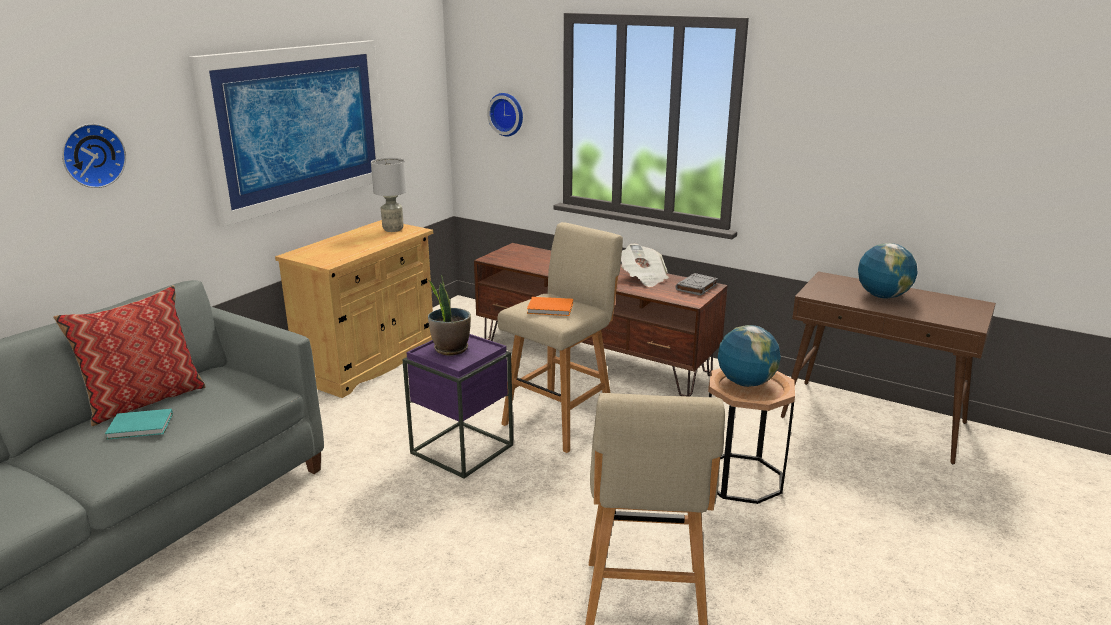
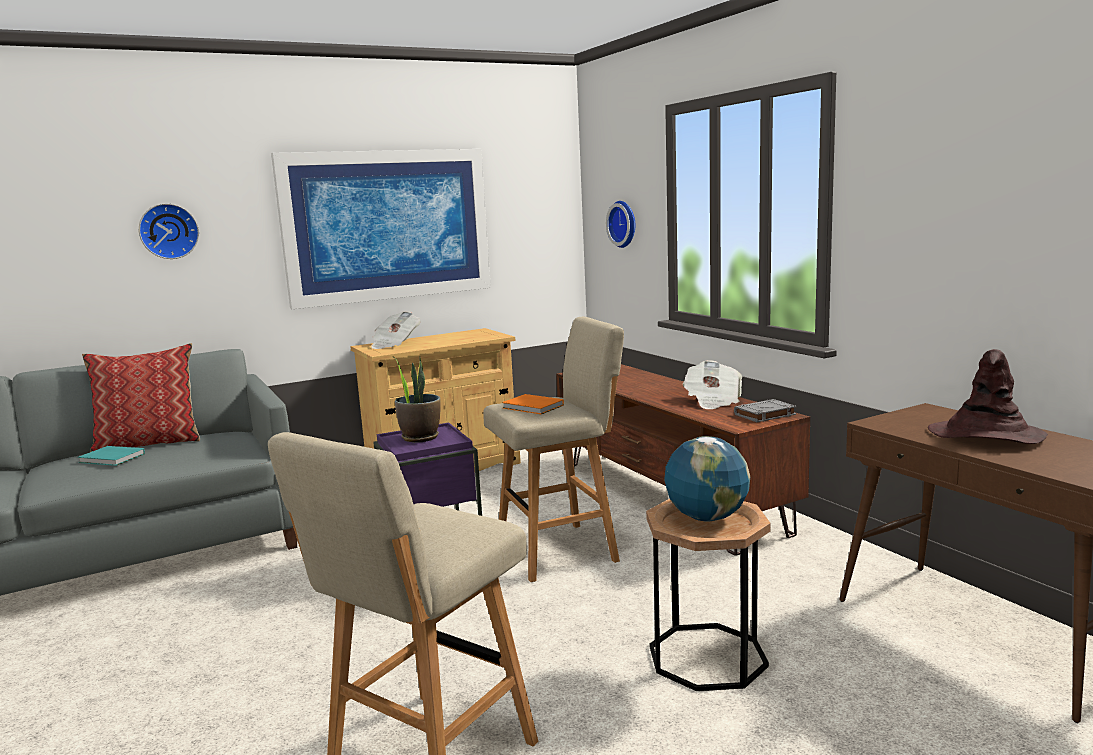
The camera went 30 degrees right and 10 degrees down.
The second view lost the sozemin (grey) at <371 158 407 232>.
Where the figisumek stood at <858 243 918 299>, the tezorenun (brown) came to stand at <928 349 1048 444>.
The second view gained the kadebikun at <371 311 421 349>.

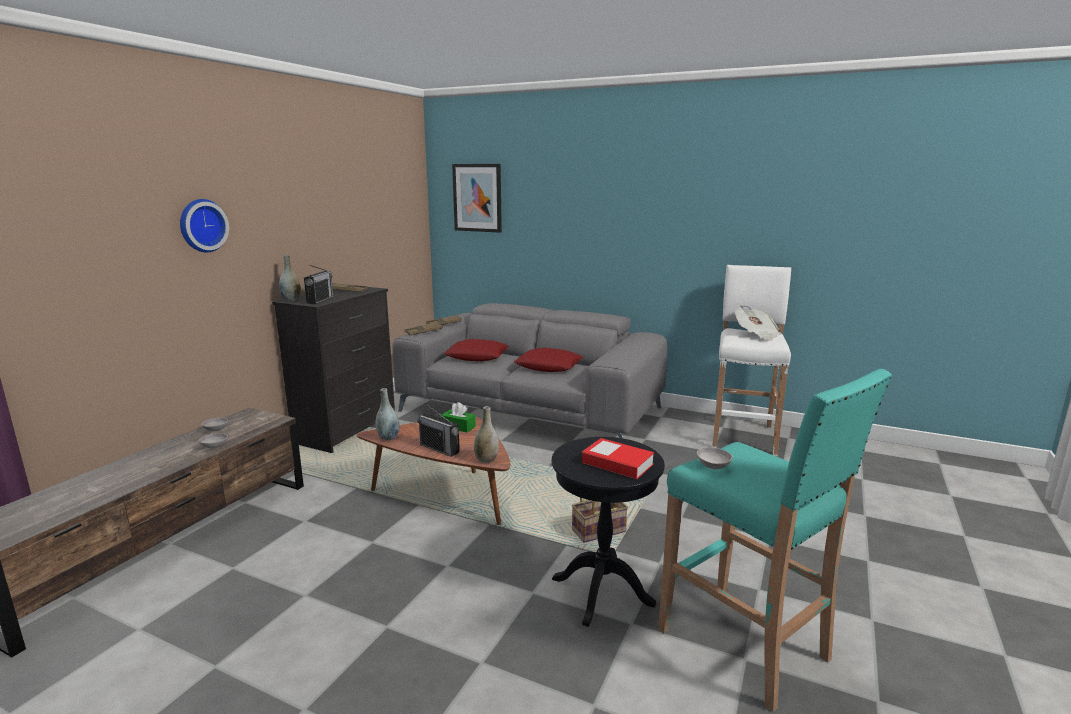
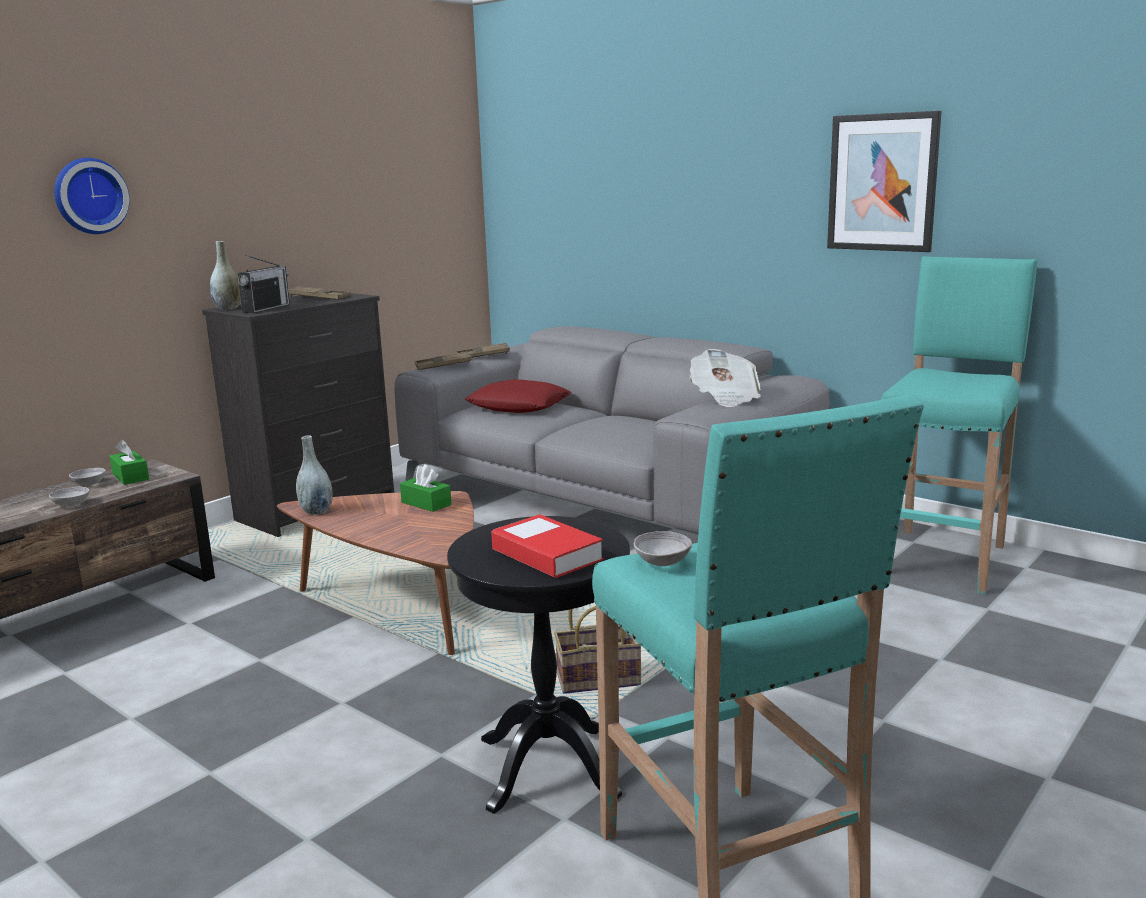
The camera went 15 degrees right and 0 degrees up.
The second view lost the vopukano at <417 403 460 457>.
The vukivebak ended up elsewhere, having gone from <452 164 502 233> to <827 111 942 252>.
The second view lost the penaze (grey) at <474 406 499 463>.
The second view lost the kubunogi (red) at <514 348 584 372>.
What was the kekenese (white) at <712 265 791 456> turned into the kekenese (turquoise) at <881 256 1038 595>.
The kadebikun ended up elsewhere, having gone from <734 305 781 341> to <689 349 761 407>.
The second view gained the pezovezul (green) at <109 440 149 485>.

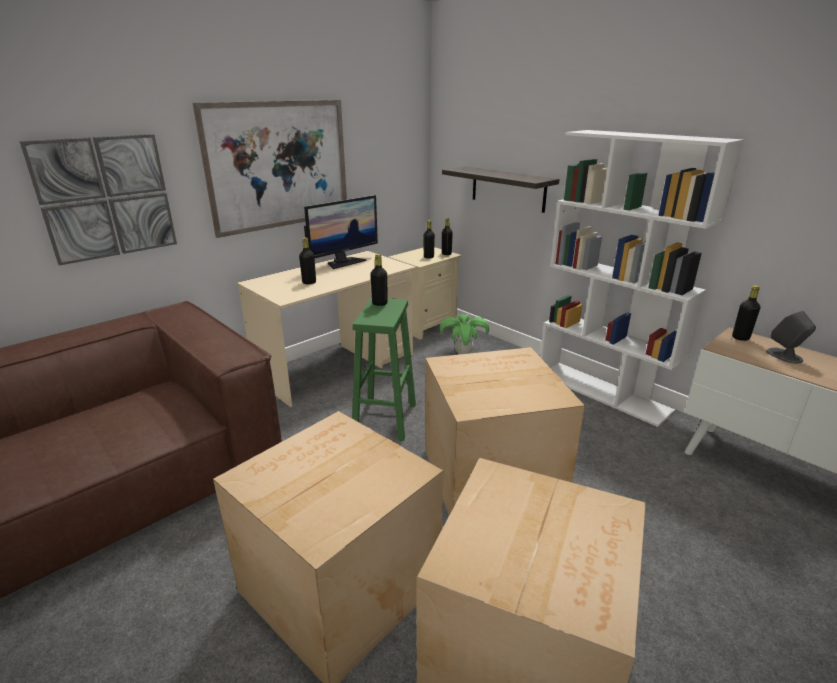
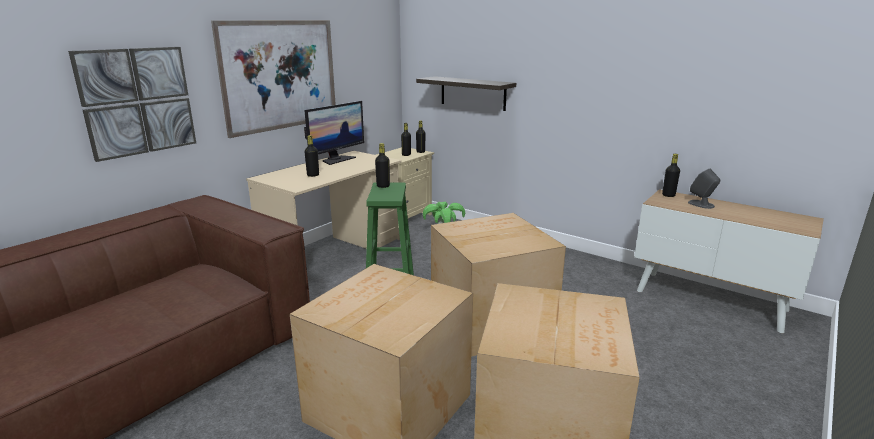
The camera went 10 degrees left and 5 degrees down.
The second view lost the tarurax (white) at <540 130 744 427>.

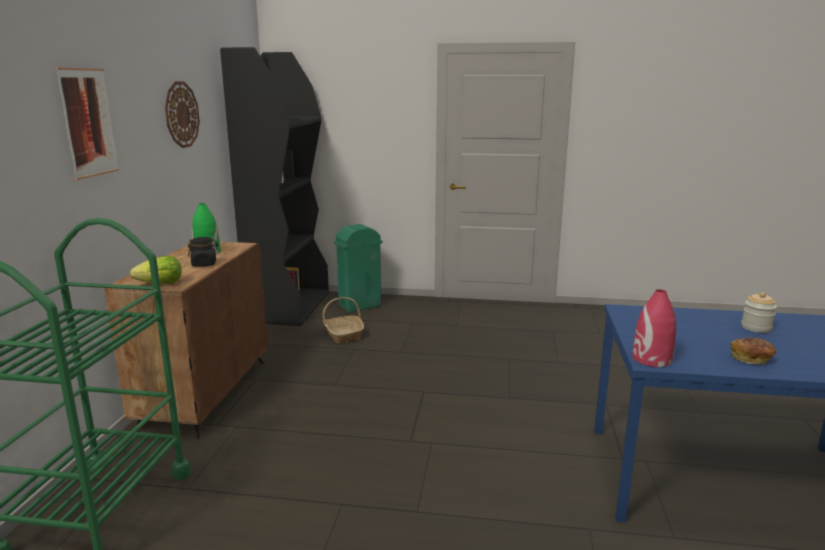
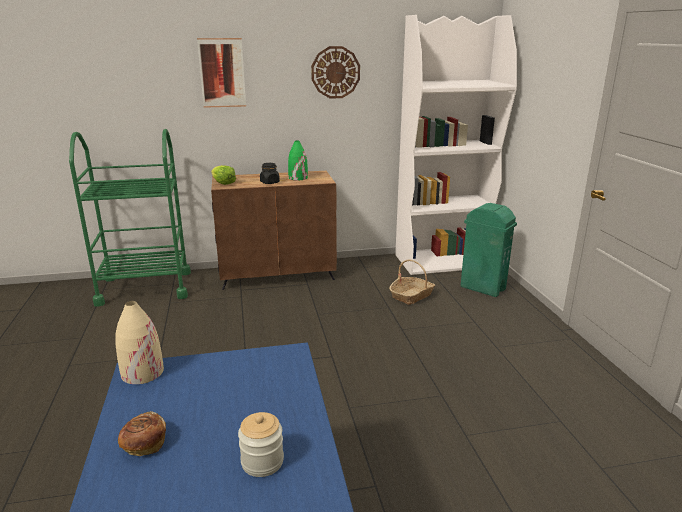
The camera went 70 degrees right and 5 degrees up.
What was the tarurax (black) at <220 47 329 326> turned into the tarurax (white) at <395 15 517 275>.
What was the penaze (red) at <632 289 676 367> turned into the penaze (beige) at <115 301 164 384>.

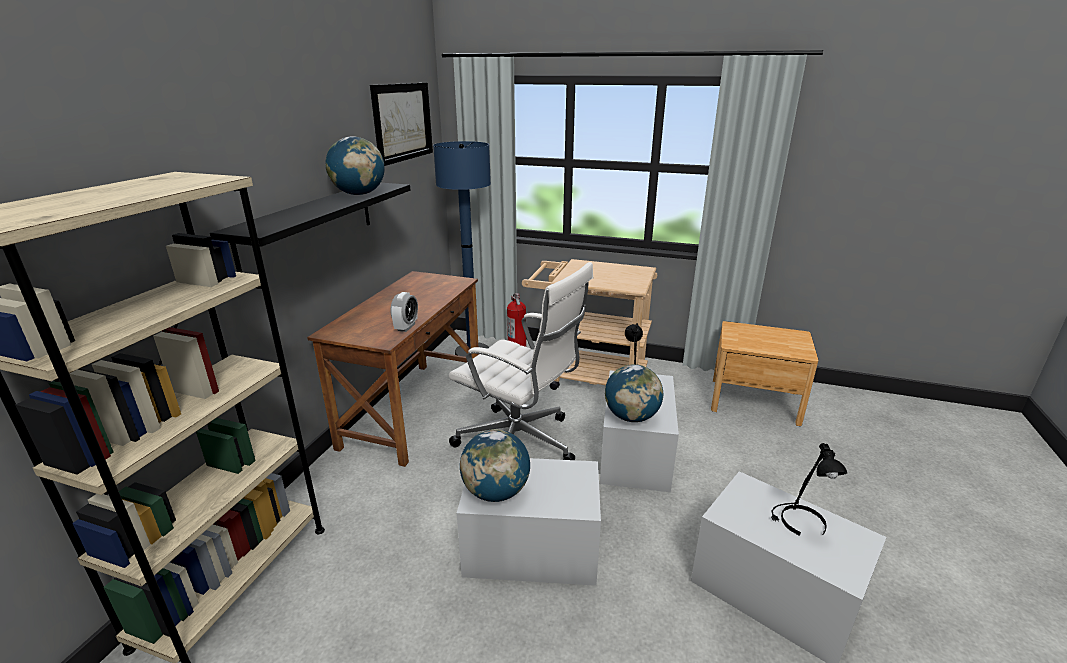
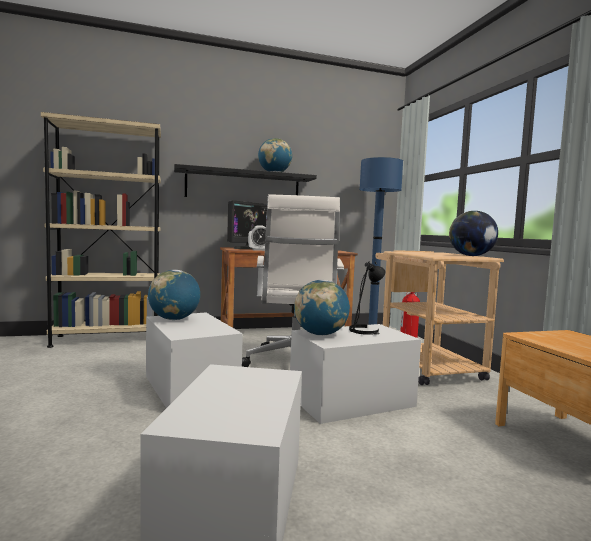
The camera went 55 degrees right and 20 degrees down.
The second view lost the vukivebak at <370 83 433 166>.
The second view lost the sozemin (black) at <771 443 847 536>.
The second view gained the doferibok at <227 200 267 249>.
The second view gained the figisumek at <449 211 498 256>.

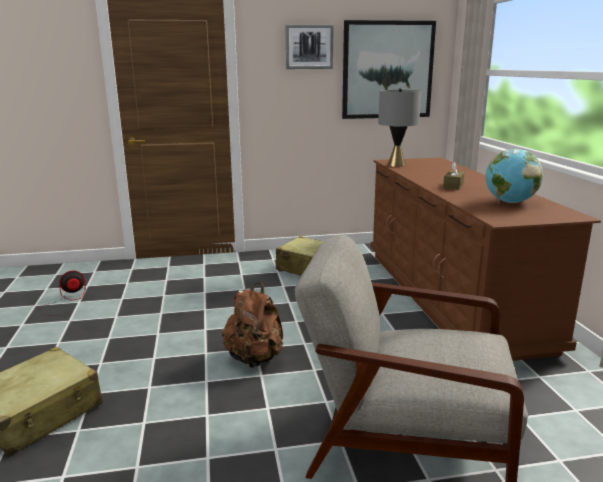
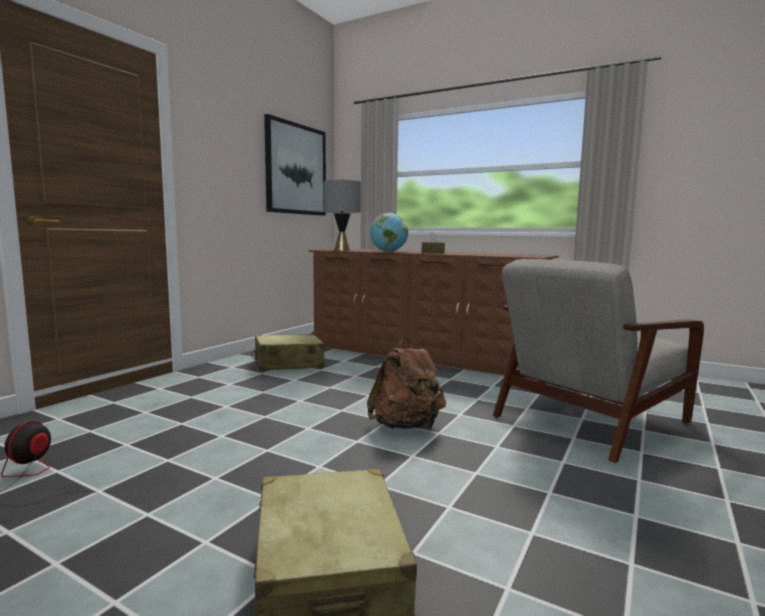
The camera went 50 degrees left and 10 degrees down.
The second view lost the vukivebak at <286 25 334 69>.
The figisumek ended up elsewhere, having gone from <486 149 543 203> to <370 213 408 252>.

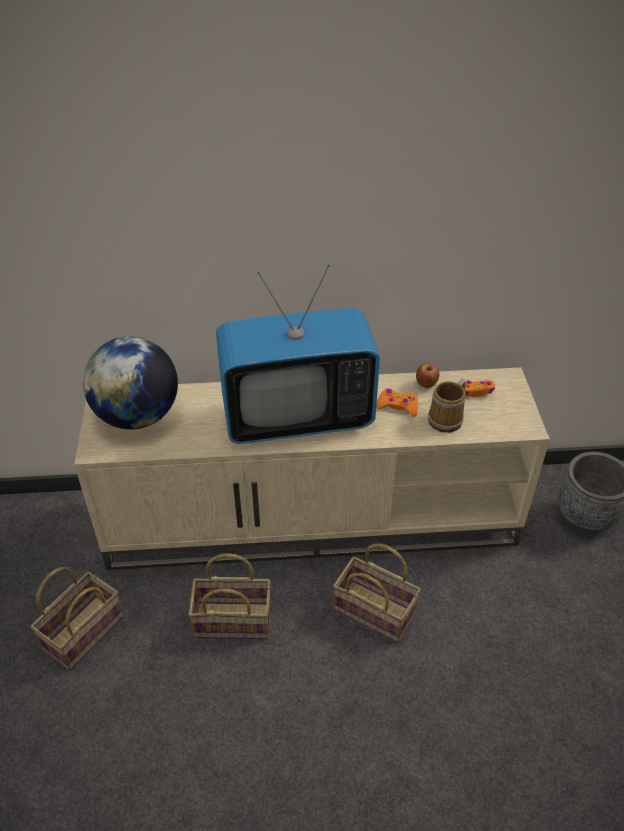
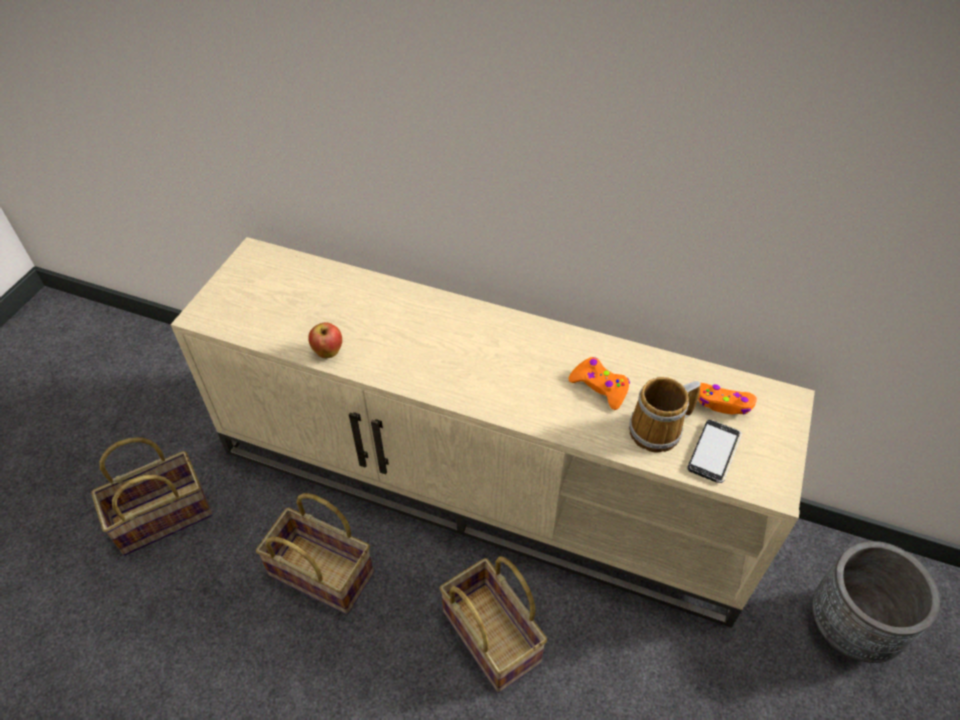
The camera went 25 degrees right and 5 degrees up.
The second view lost the figisumek at <83 337 178 429>.
The second view lost the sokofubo at <216 264 380 444>.
The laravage ended up elsewhere, having gone from <416 363 439 388> to <308 322 342 358>.
The second view gained the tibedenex at <687 420 742 483>.

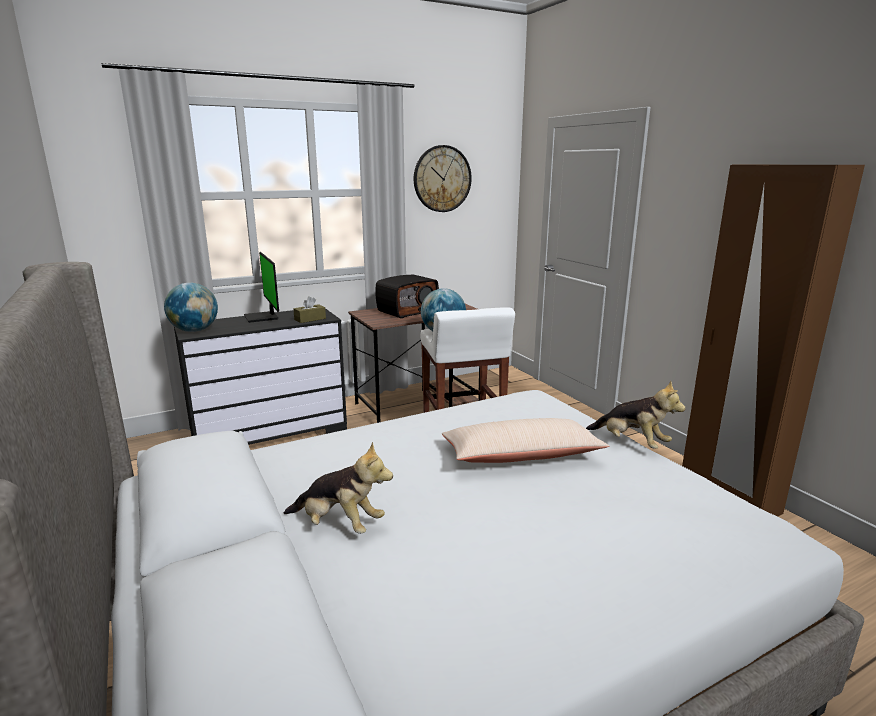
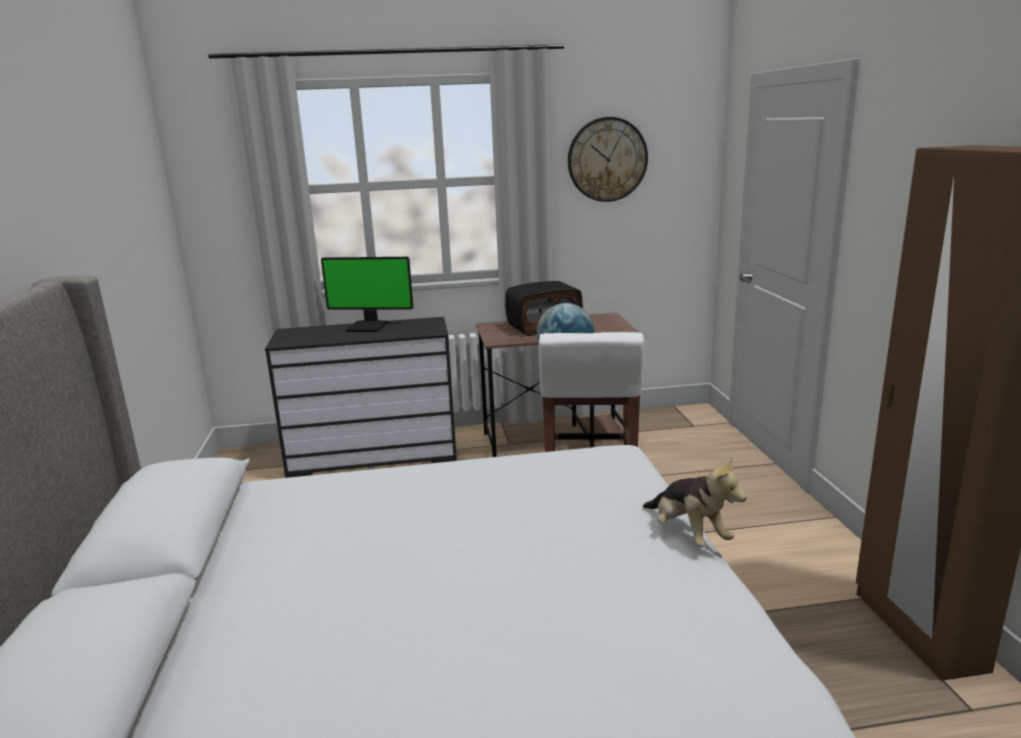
The camera went 20 degrees right and 0 degrees up.
The second view lost the figisumek at <164 283 218 332>.
The doferibok at <244 252 279 323> ended up facing another way, 75 degrees counterclockwise from before.
The second view lost the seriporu at <284 442 393 534>.
The second view lost the pezovezul (brown) at <293 296 326 323>.
The second view lost the kubunogi (beige) at <442 418 609 463>.

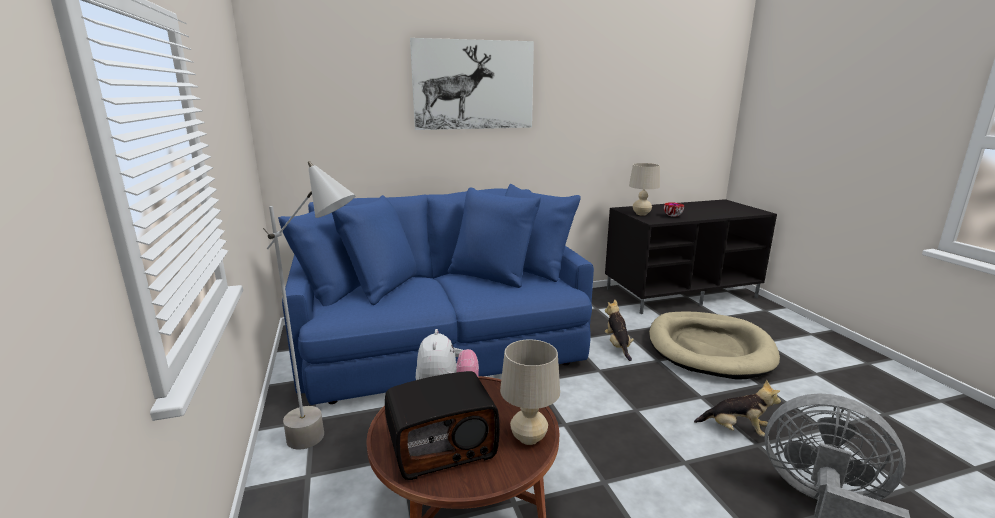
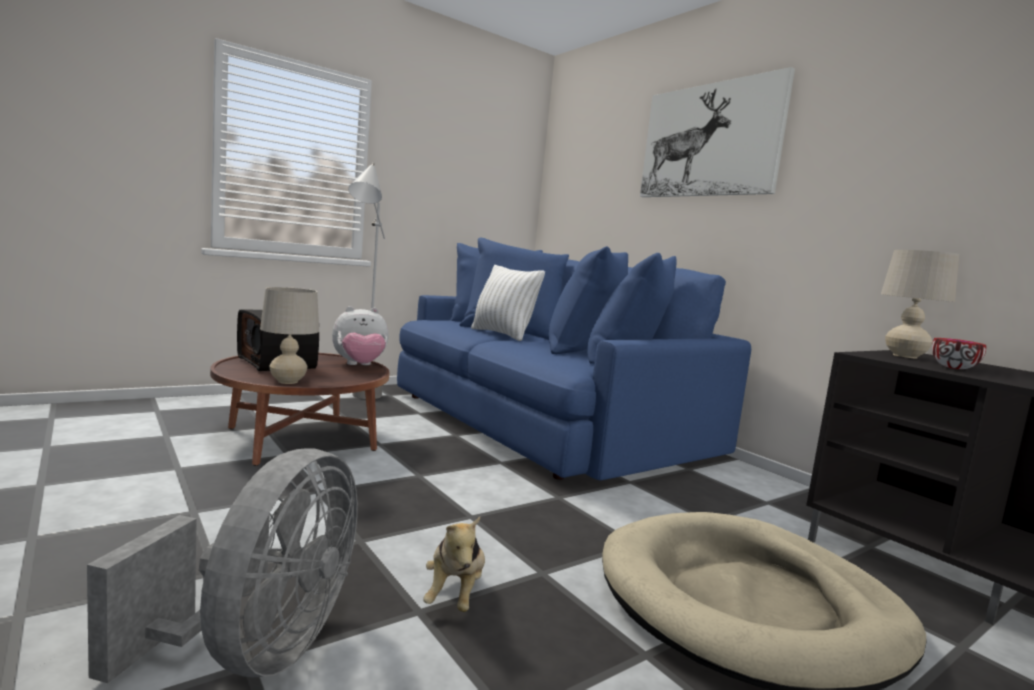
The camera went 70 degrees right and 10 degrees down.
The second view lost the seriporu at <605 299 634 361>.
The second view gained the kubunogi (white) at <471 265 545 341>.

